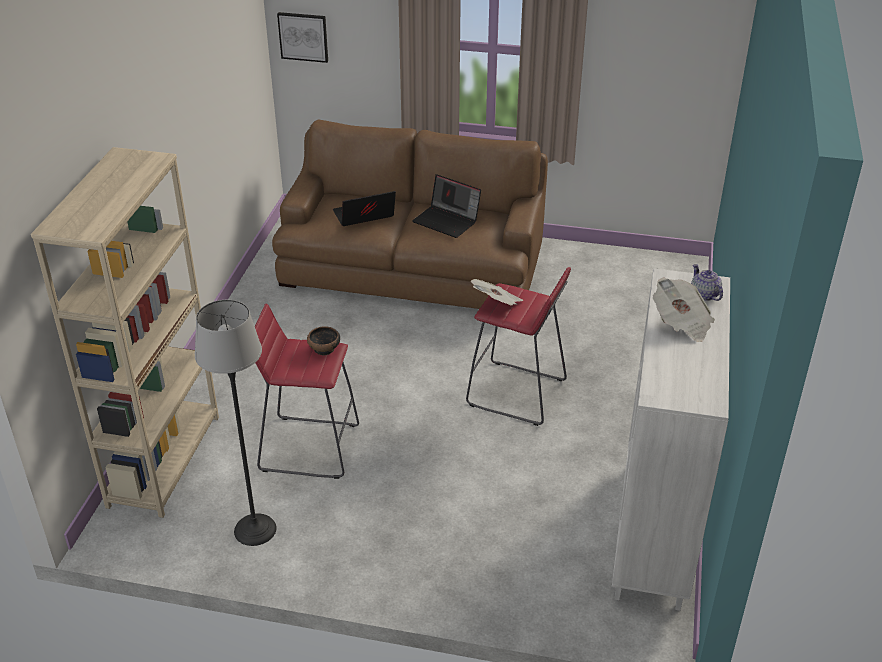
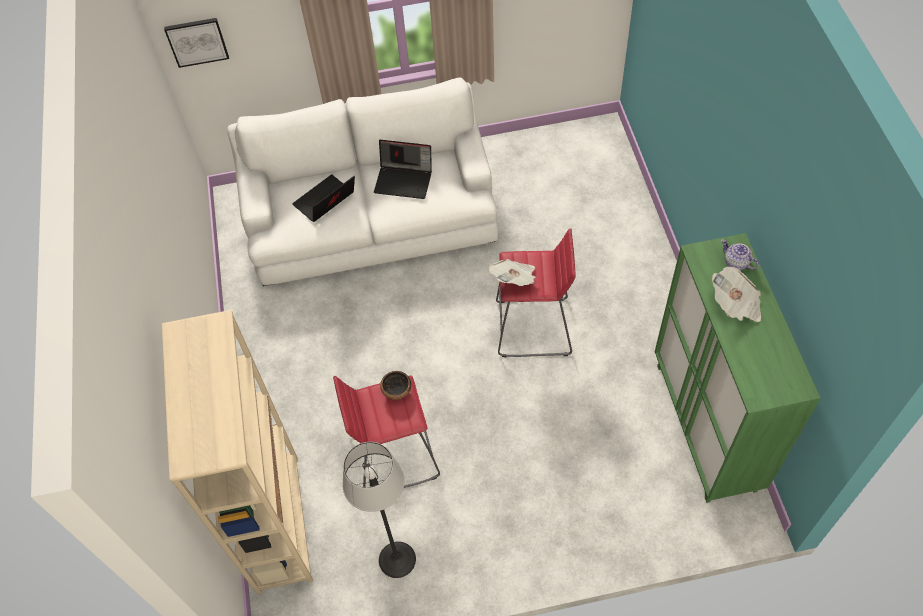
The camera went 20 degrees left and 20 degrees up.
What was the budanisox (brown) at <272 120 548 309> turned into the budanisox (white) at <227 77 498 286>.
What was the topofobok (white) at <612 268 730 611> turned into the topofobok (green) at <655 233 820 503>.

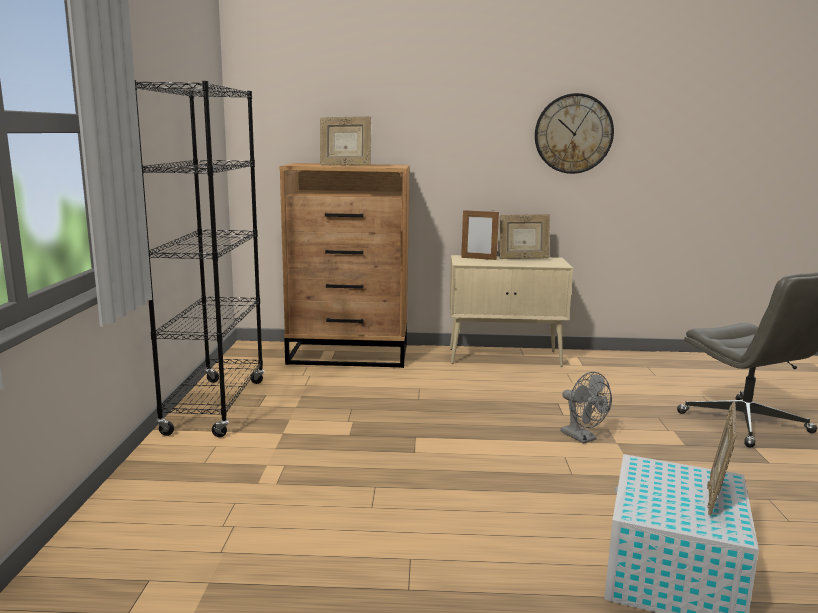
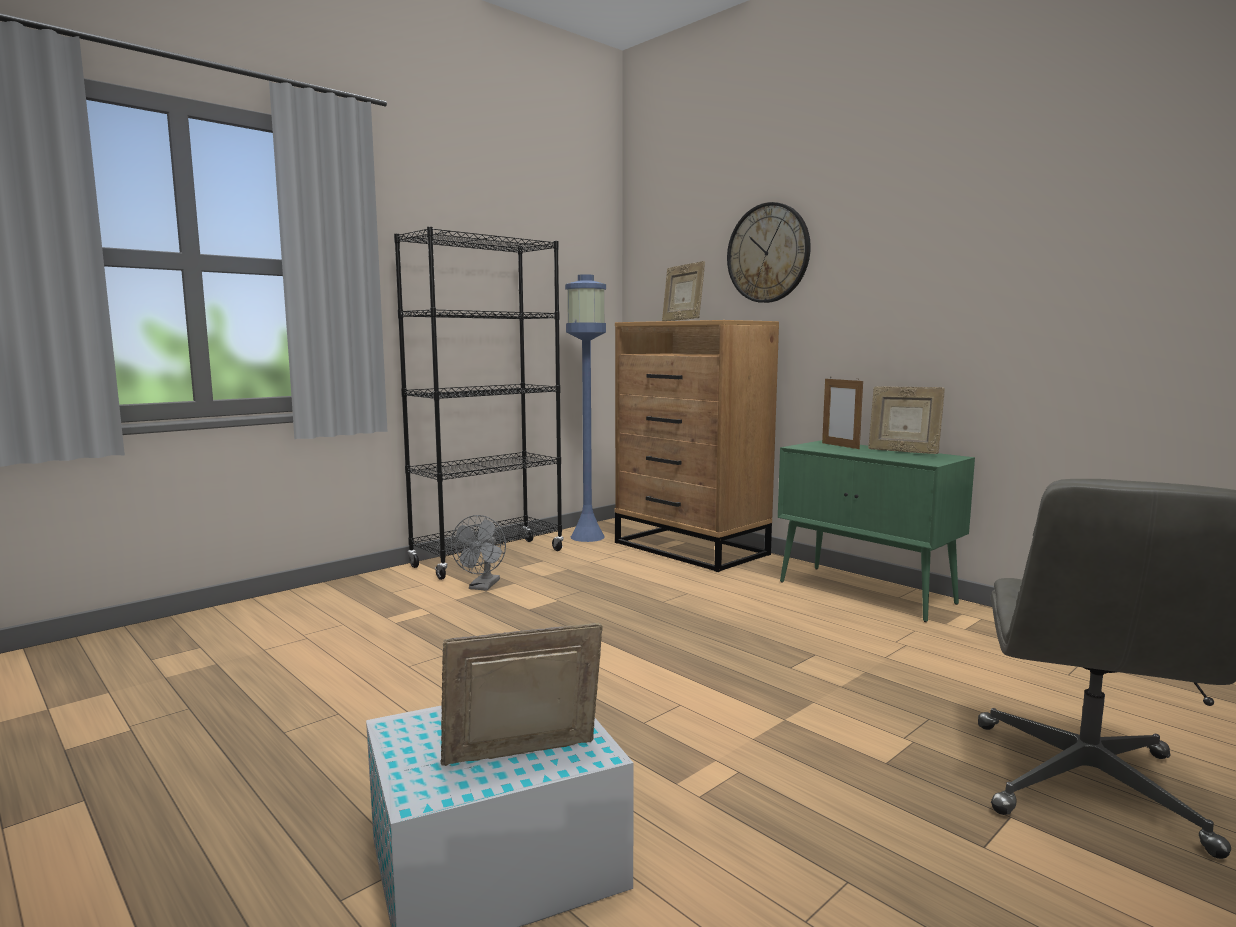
The camera went 45 degrees right and 5 degrees down.
What was the topofobok (beige) at <449 255 573 367> turned into the topofobok (green) at <778 440 975 622>.
The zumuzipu ended up elsewhere, having gone from <535 93 614 174> to <727 202 811 303>.
The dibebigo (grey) ended up elsewhere, having gone from <560 372 612 444> to <451 515 506 591>.
The second view gained the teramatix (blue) at <565 274 606 542>.

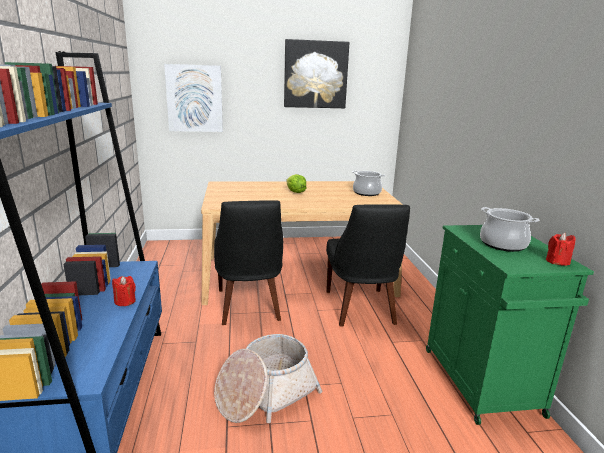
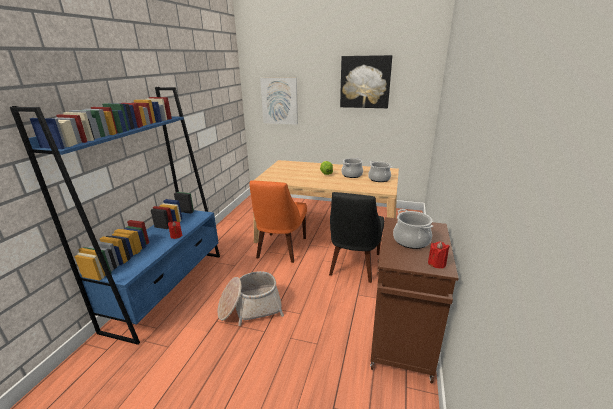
The camera went 25 degrees right and 5 degrees up.
What was the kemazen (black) at <214 200 283 325> turned into the kemazen (orange) at <249 181 307 263>.
What was the topofobok (green) at <426 225 594 425> turned into the topofobok (brown) at <370 217 459 383>.
The second view gained the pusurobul at <341 158 363 178>.

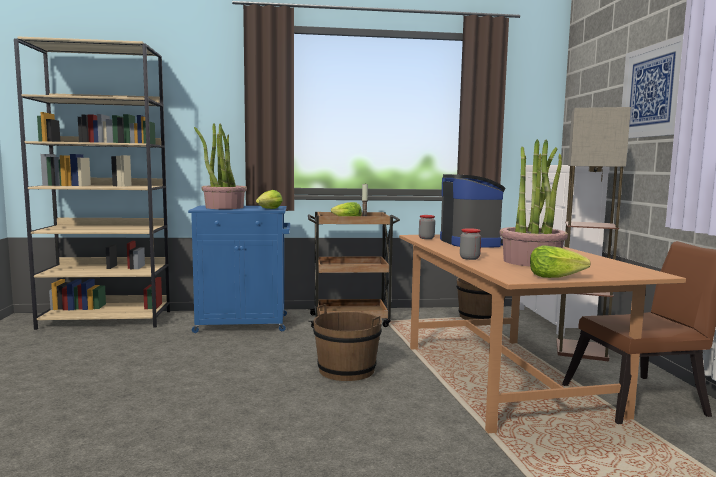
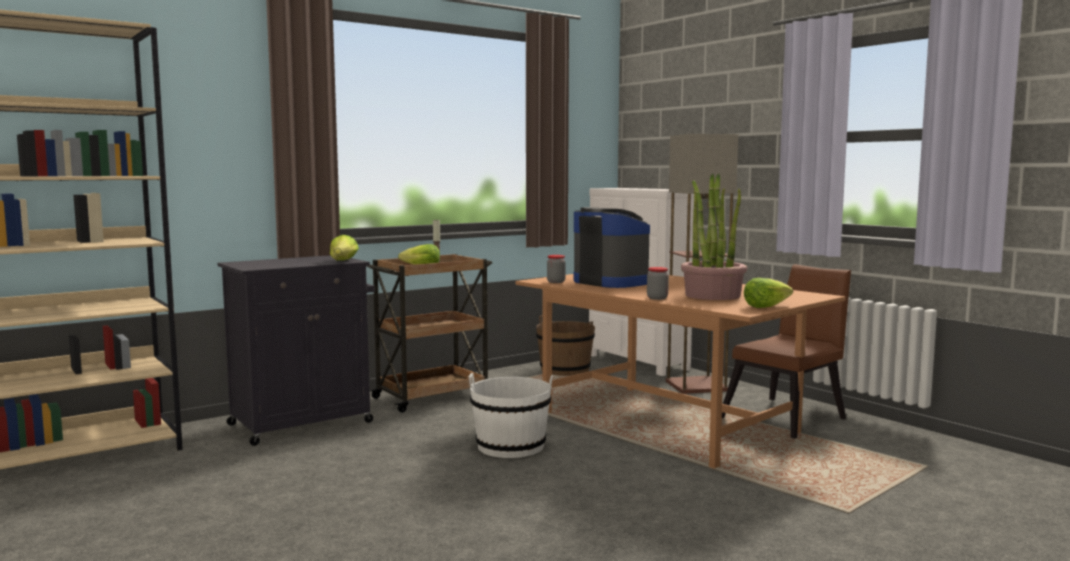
The camera went 30 degrees left and 0 degrees up.
What was the topofobok (blue) at <188 205 290 333> turned into the topofobok (black) at <218 255 375 446>.
The second view lost the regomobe at <194 123 247 209>.
What was the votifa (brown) at <313 304 382 381> turned into the votifa (white) at <469 373 553 458>.
The second view lost the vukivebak at <622 34 684 138>.

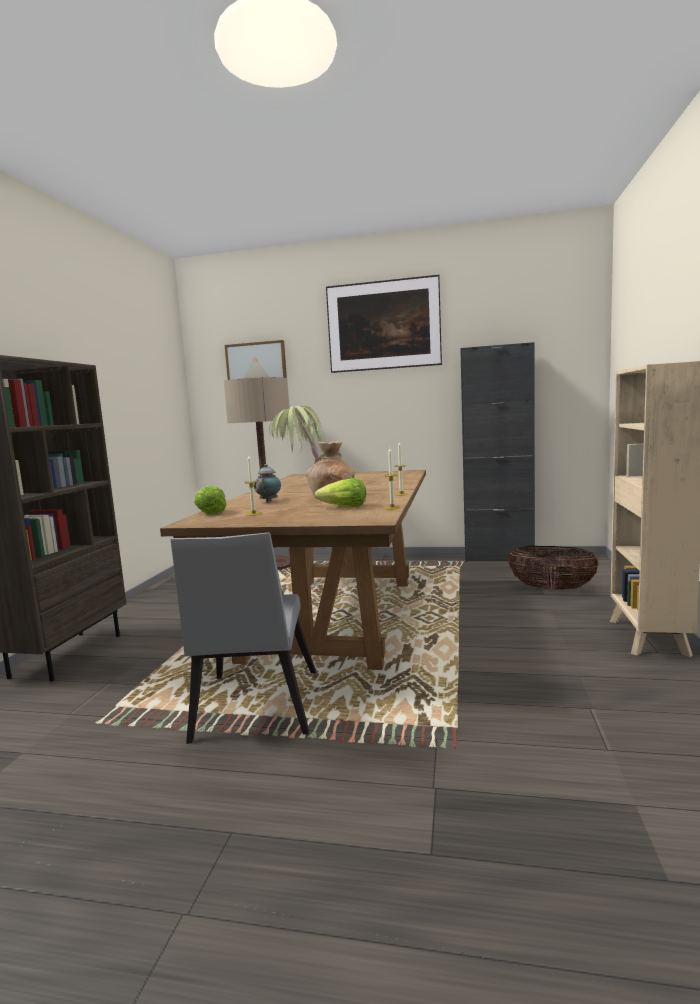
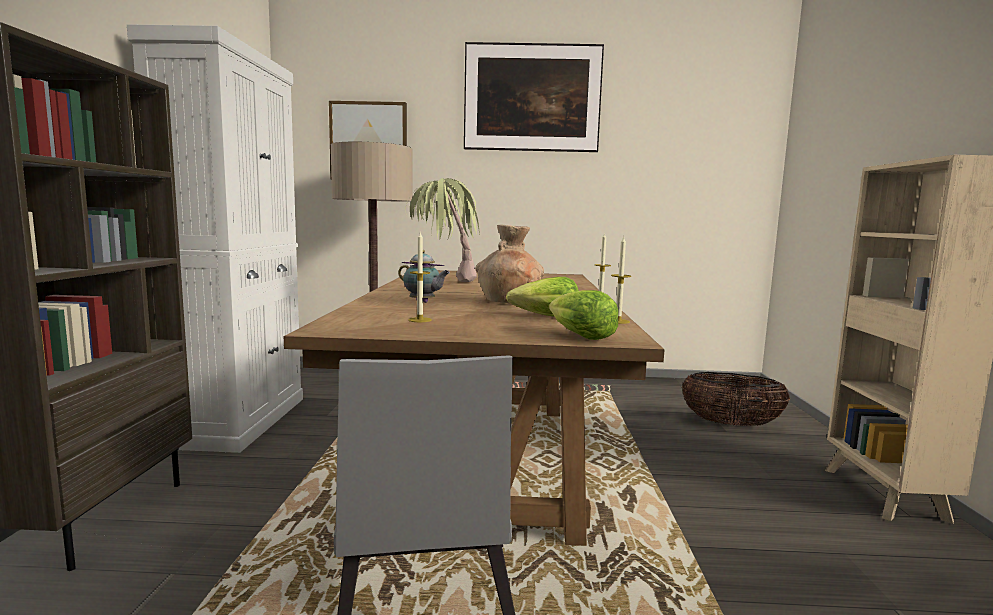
The camera went 10 degrees left and 0 degrees up.
The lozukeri ended up elsewhere, having gone from <194 486 227 514> to <549 290 618 340>.
The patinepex at <254 464 281 502> ended up facing another way, 120 degrees clockwise from before.
The second view lost the topofobok (black) at <460 342 535 562>.
The second view gained the topofobok (white) at <127 24 303 453>.

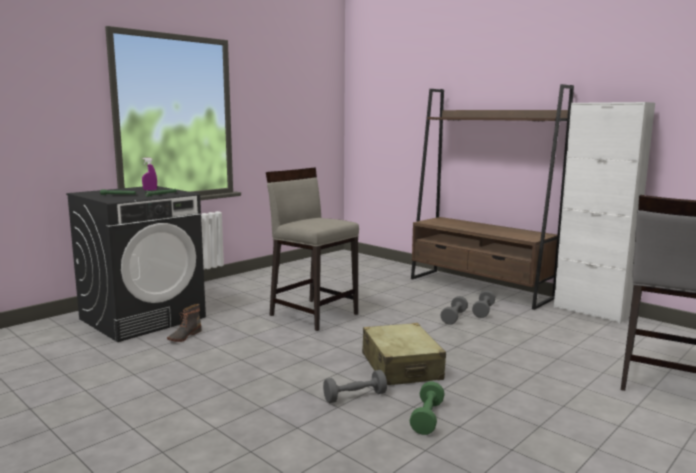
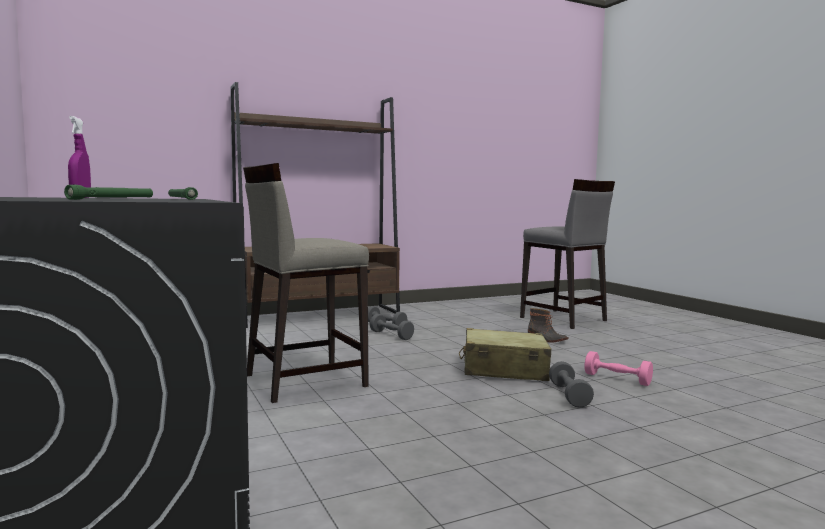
The camera went 70 degrees left and 5 degrees down.
The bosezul ended up elsewhere, having gone from <167 304 202 342> to <528 308 568 343>.
What was the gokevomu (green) at <410 381 445 435> turned into the gokevomu (pink) at <584 351 653 386>.
The second view lost the topofobok (white) at <554 102 655 323>.

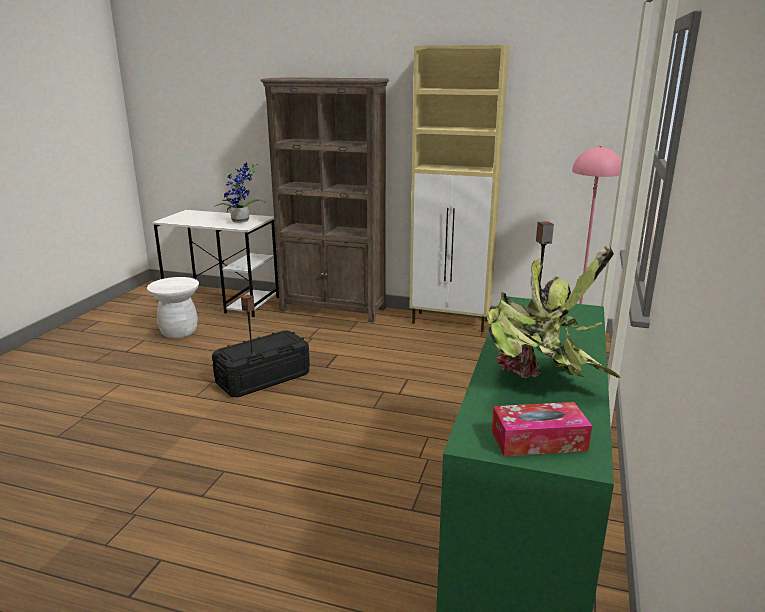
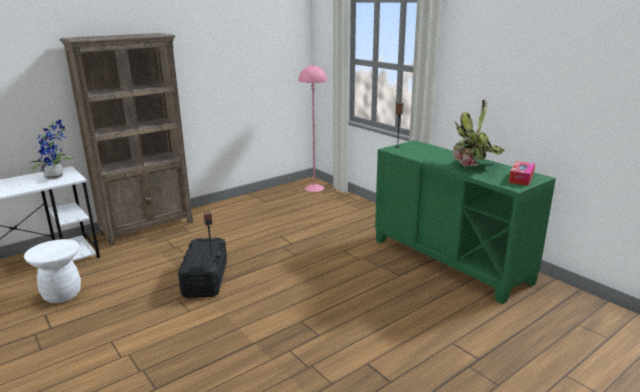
The camera went 55 degrees left and 0 degrees up.
The second view lost the topofobok (beige) at <410 45 509 332>.

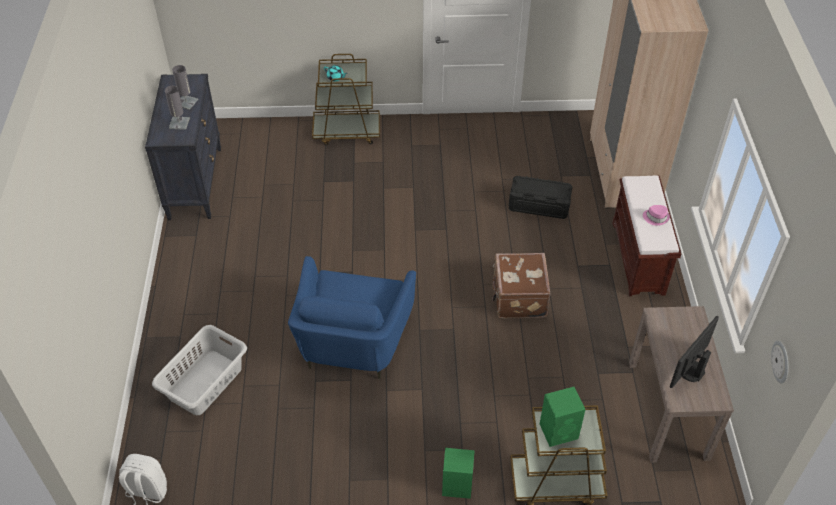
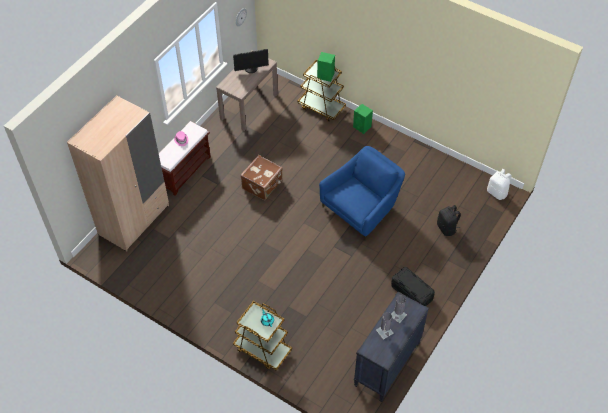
The camera went 145 degrees left and 5 degrees up.
Where the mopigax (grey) stood at <152 325 247 415>, the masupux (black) came to stand at <437 205 461 236>.
The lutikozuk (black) ended up elsewhere, having gone from <509 176 572 219> to <391 267 435 306>.

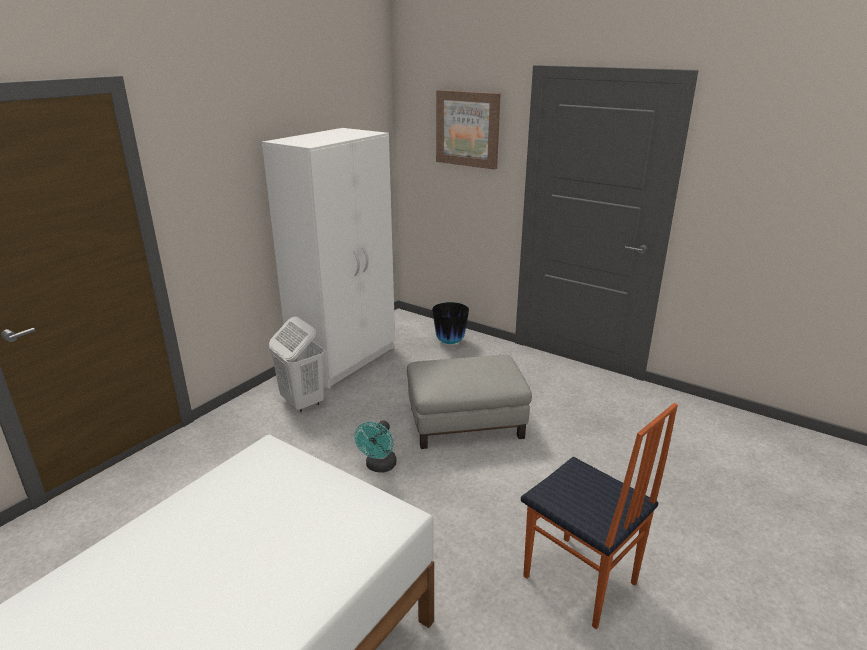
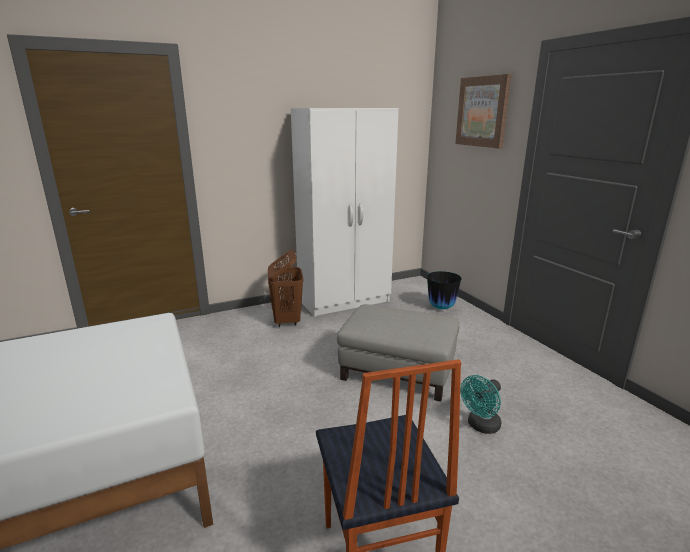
The camera went 30 degrees right and 5 degrees down.
What was the mopigax (white) at <269 317 325 412> turned into the mopigax (brown) at <268 250 303 327>.
The dibebigo (turquoise) ended up elsewhere, having gone from <354 420 397 472> to <461 375 502 434>.

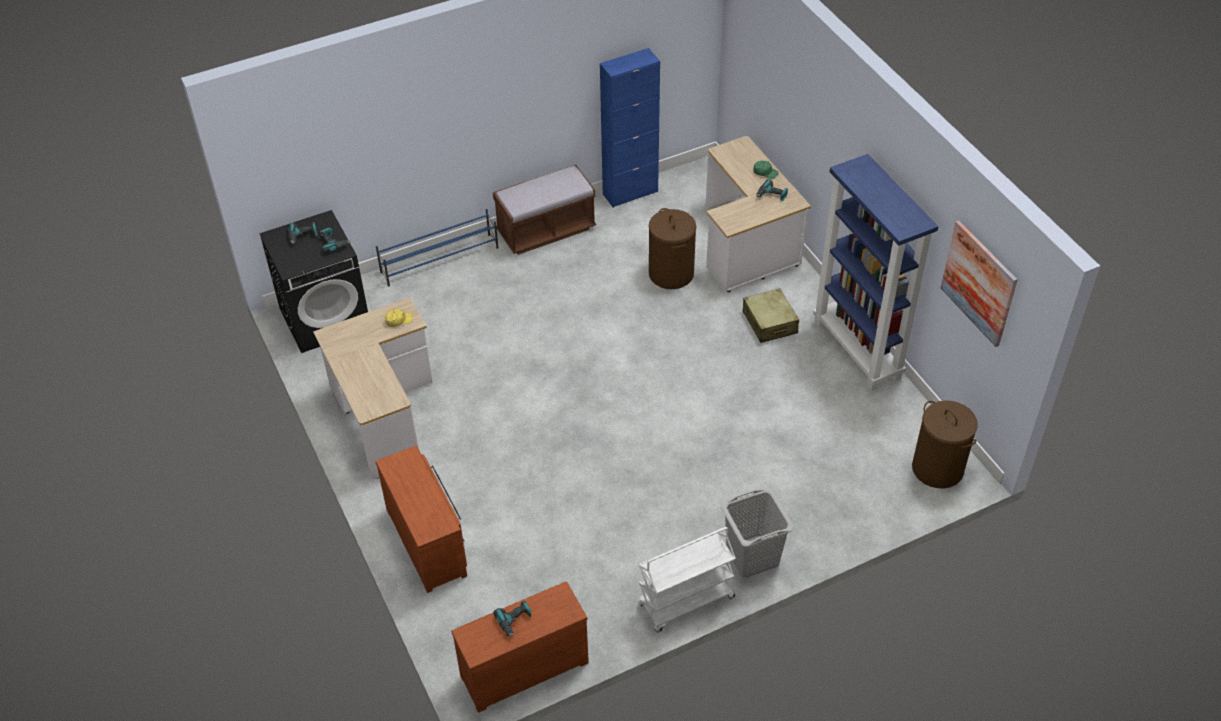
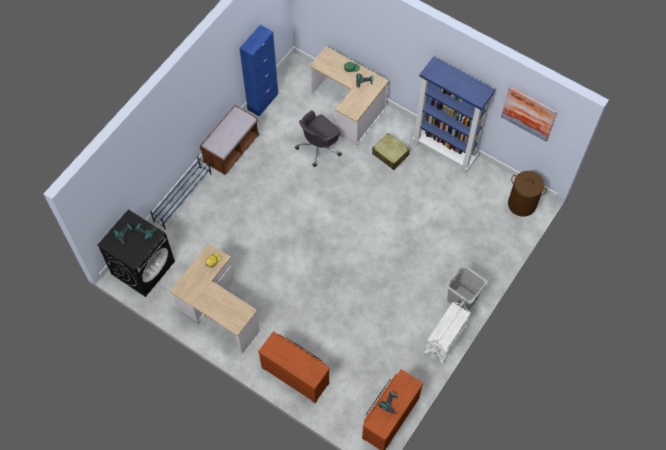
The camera went 30 degrees left and 15 degrees up.
Where the mopigax (brown) stood at <649 208 696 289>, the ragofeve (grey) came to stand at <295 110 341 167>.

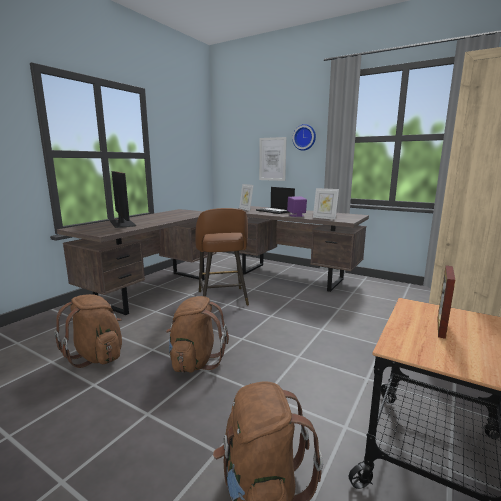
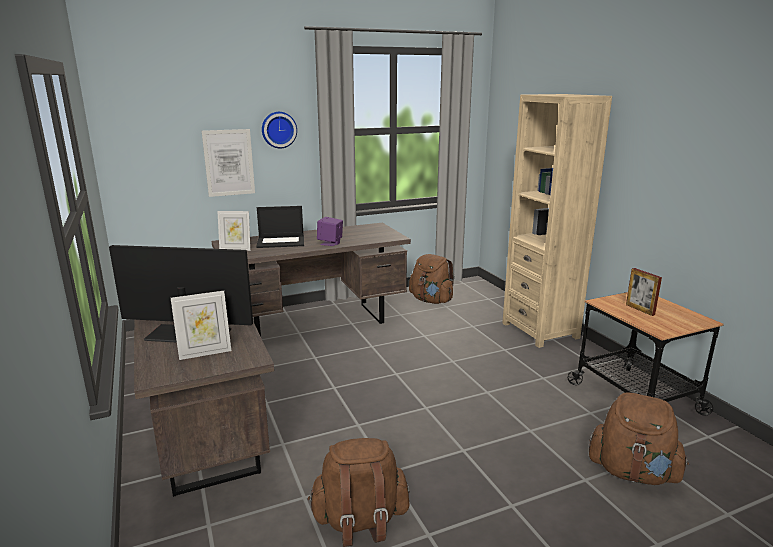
The camera went 55 degrees left and 5 degrees up.
The masupux (brown) ended up elsewhere, having gone from <166 296 229 373> to <409 254 455 304>.
The second view lost the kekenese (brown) at <195 208 249 305>.
The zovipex ended up elsewhere, having gone from <313 188 339 220> to <171 291 231 360>.

